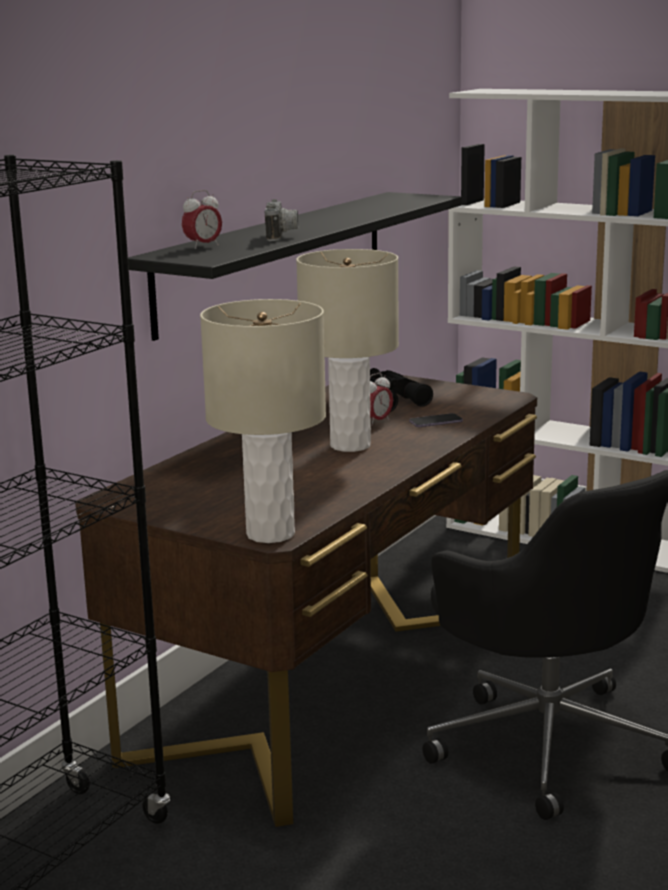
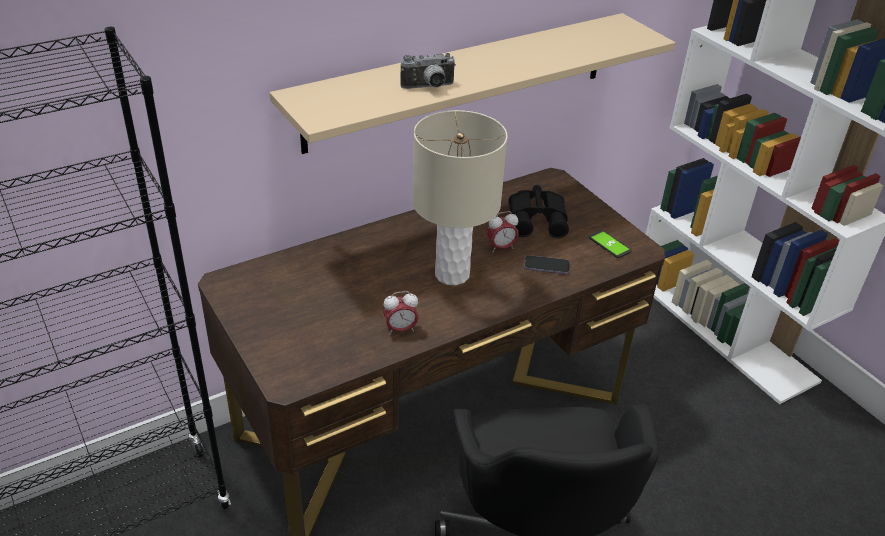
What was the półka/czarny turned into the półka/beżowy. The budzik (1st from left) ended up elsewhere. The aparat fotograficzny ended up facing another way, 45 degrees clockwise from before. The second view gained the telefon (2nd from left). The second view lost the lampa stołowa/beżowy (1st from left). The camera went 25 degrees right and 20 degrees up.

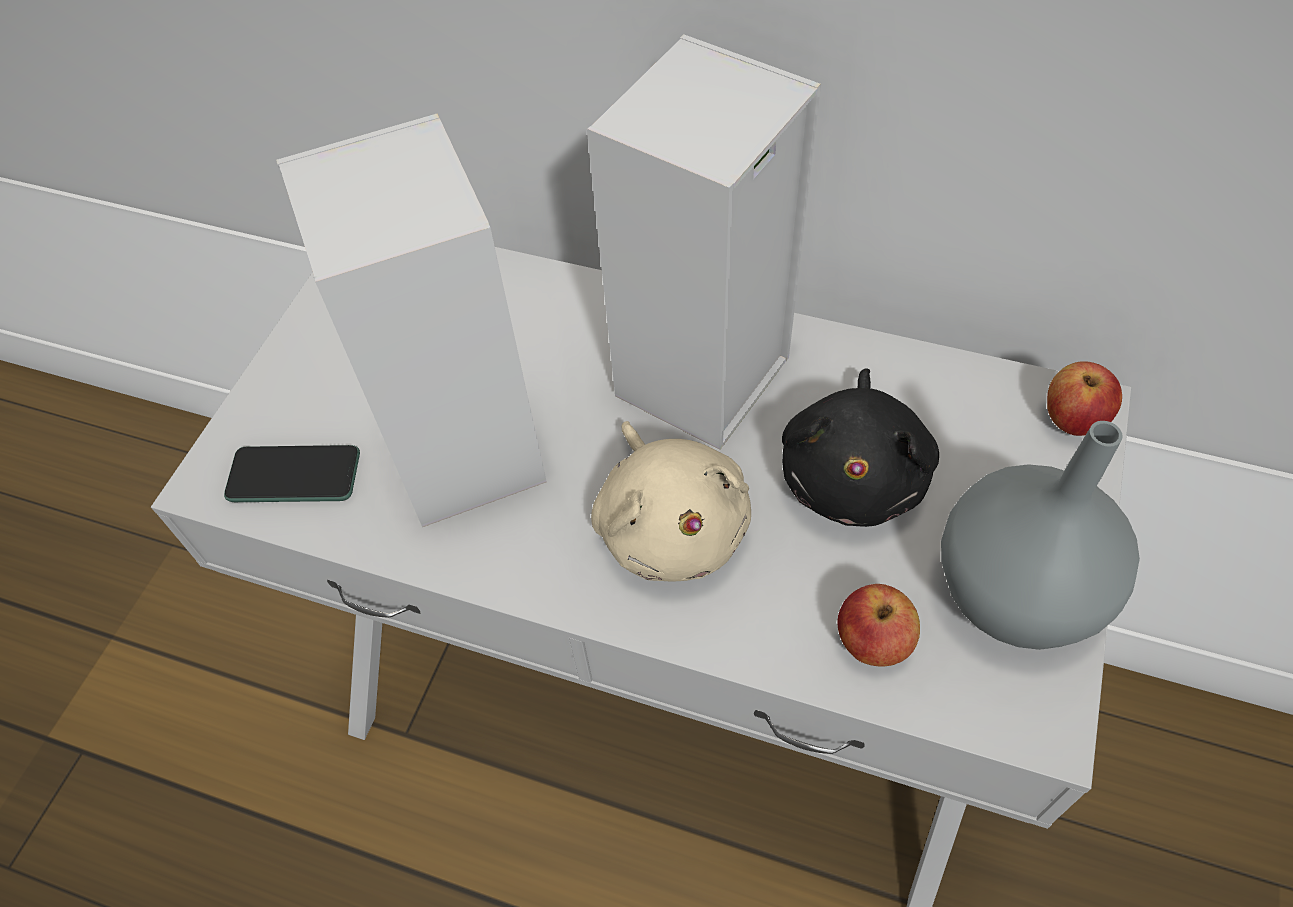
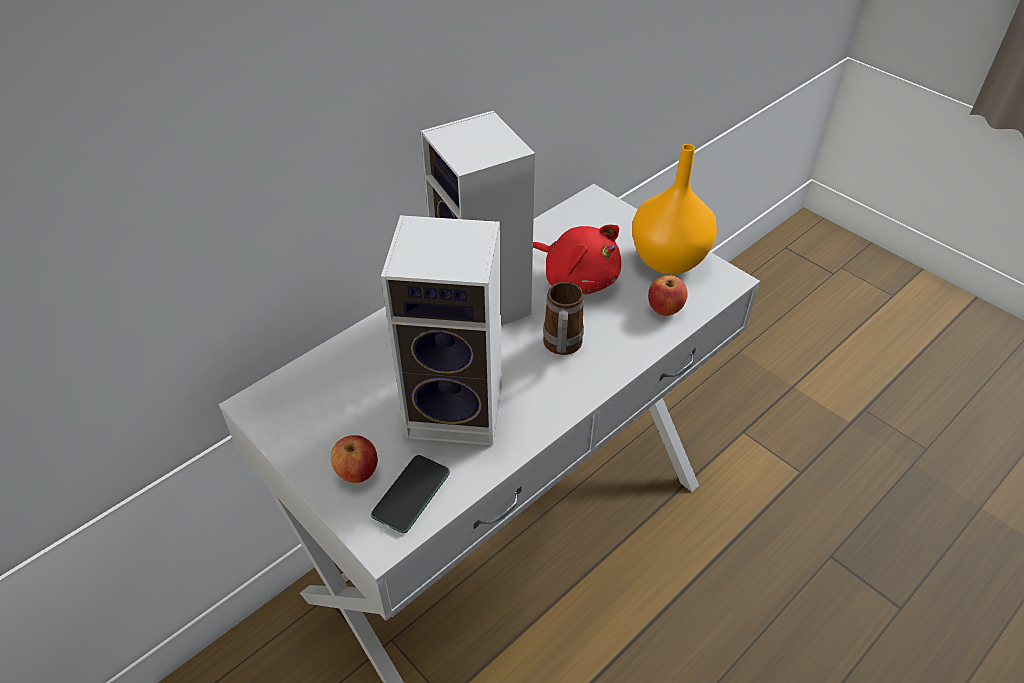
The jabłko (2nd from left in the first image) ended up elsewhere. What was the pluszak/czarny turned into the pluszak/czerwony. Where the pluszak/beżowy stood, the kubek came to stand. What was the wazon/szary turned into the wazon/pomarańczowy. The camera went 65 degrees left and 10 degrees down.

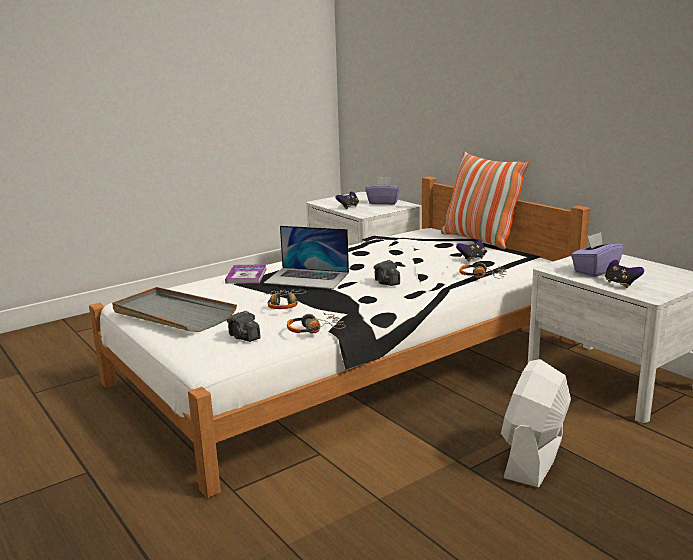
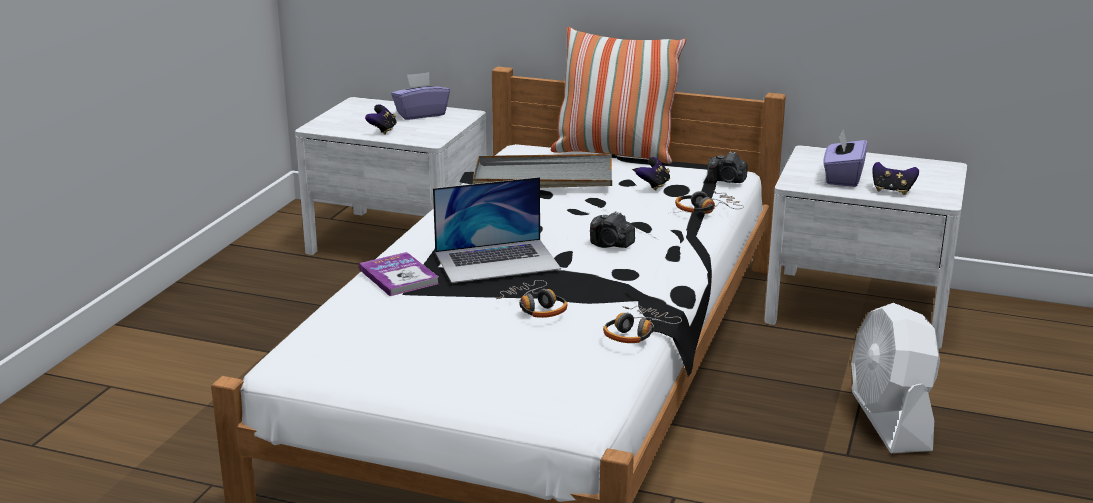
The taca/szary ended up elsewhere. The aparat fotograficzny (1st from left in the first image) ended up elsewhere. The camera went 35 degrees left and 5 degrees up.

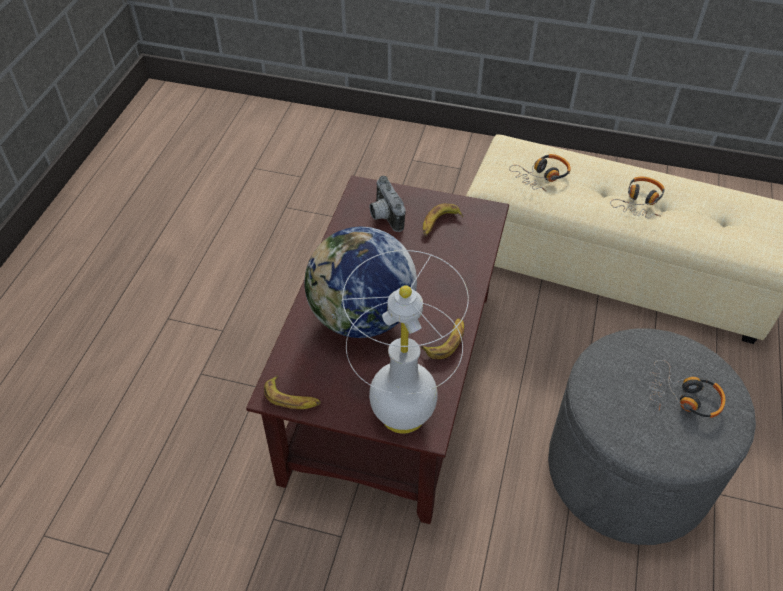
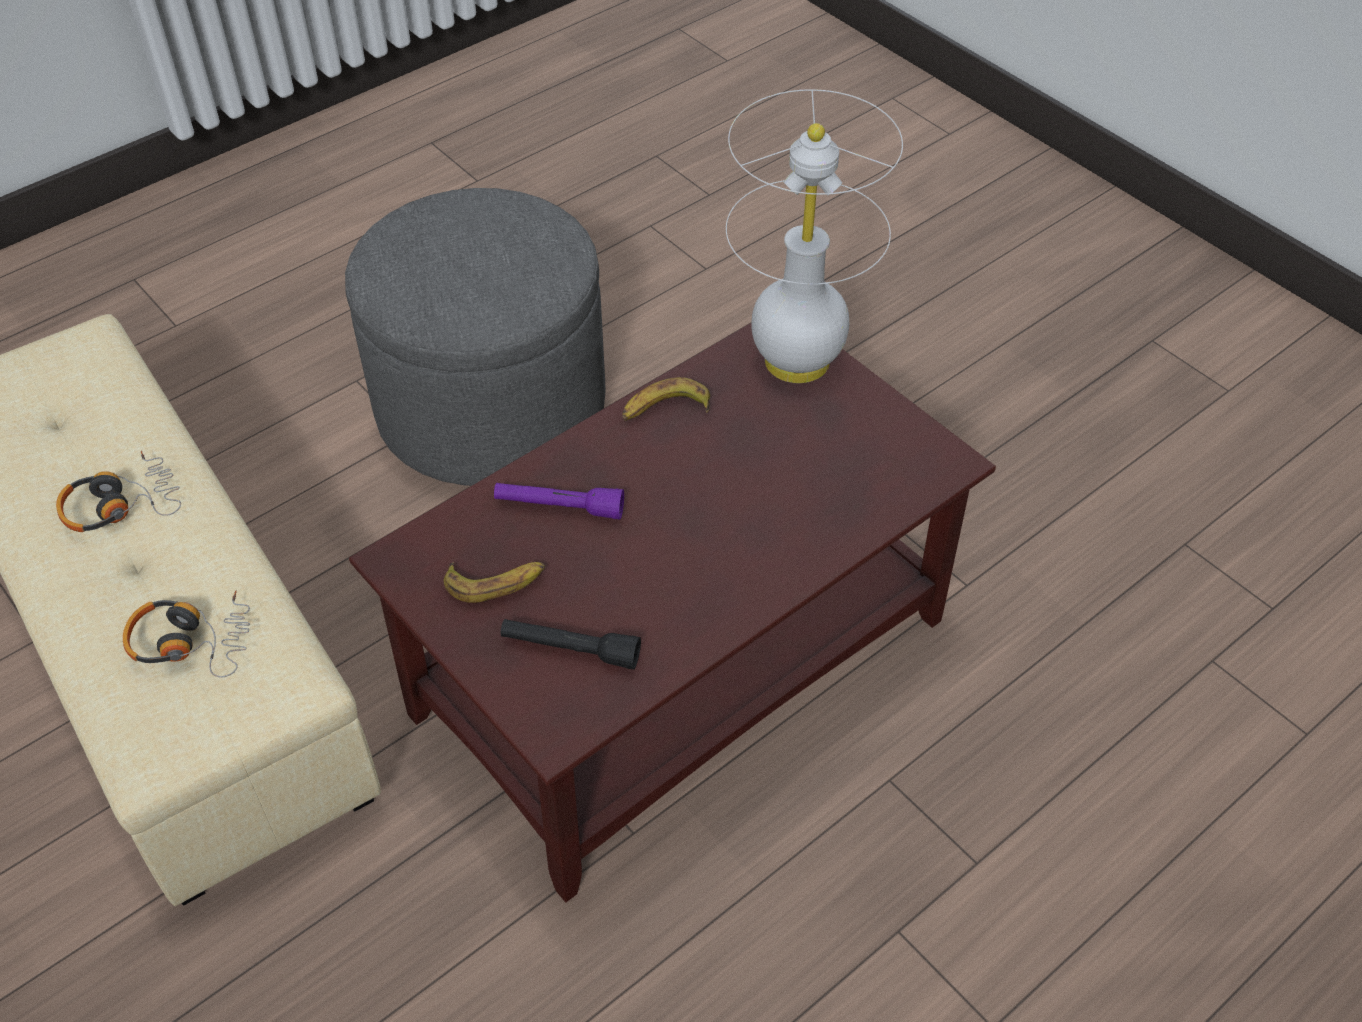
The second view gained the latarka/fioletowy. Where the aparat fotograficzny stood, the latarka/czarny came to stand. The second view lost the banan (1st from left). The second view lost the globus. The second view lost the słuchawki (3rd from left). The camera went 145 degrees left and 0 degrees up.

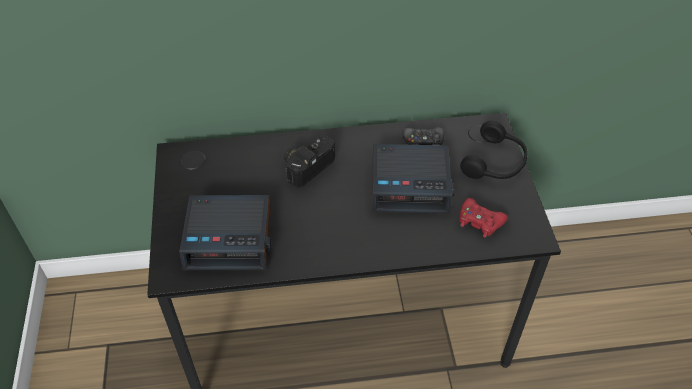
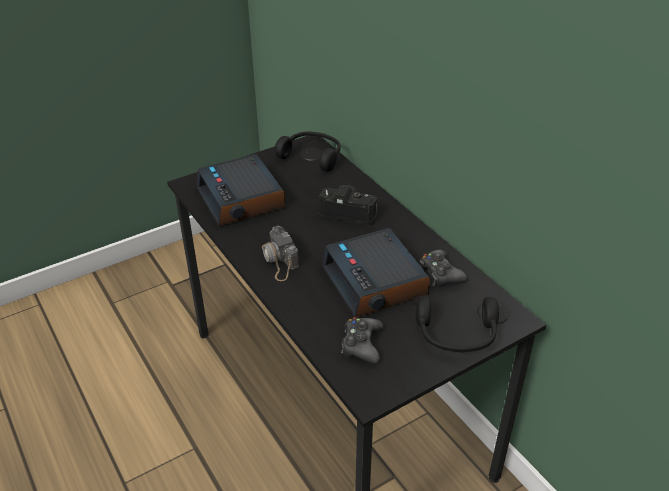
The second view gained the aparat fotograficzny (1st from left). The second view gained the słuchawki/czarny (1st from left). What was the pad do gier/czerwony turned into the pad do gier/czarny (1st from left). The camera went 65 degrees right and 10 degrees down.

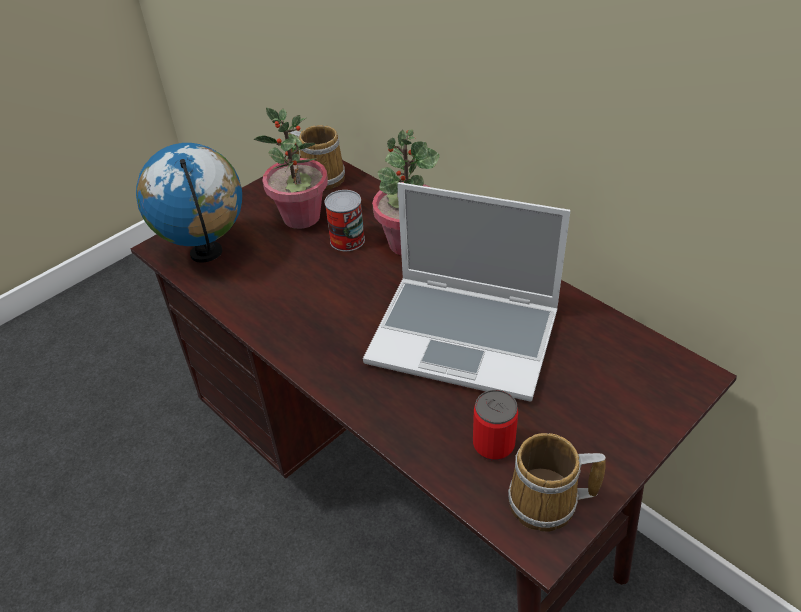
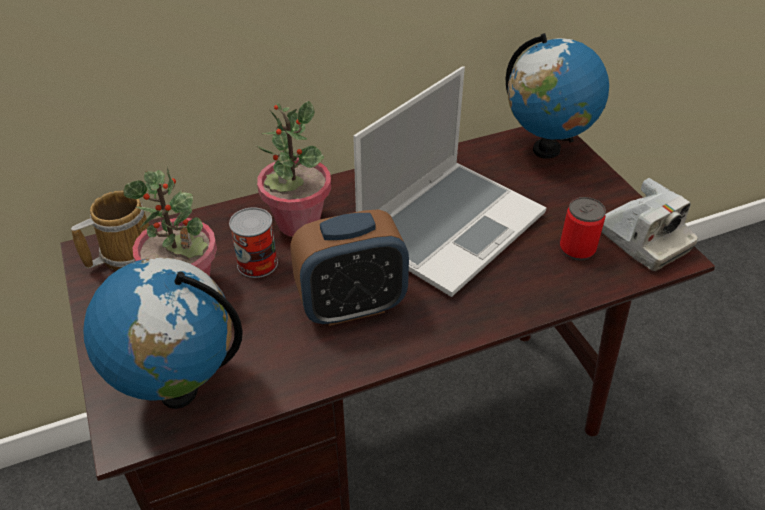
The second view gained the budzik. The second view gained the globus (2nd from left). Where the kubek (2nd from left) stood, the aparat fotograficzny came to stand. The camera went 70 degrees left and 0 degrees up.

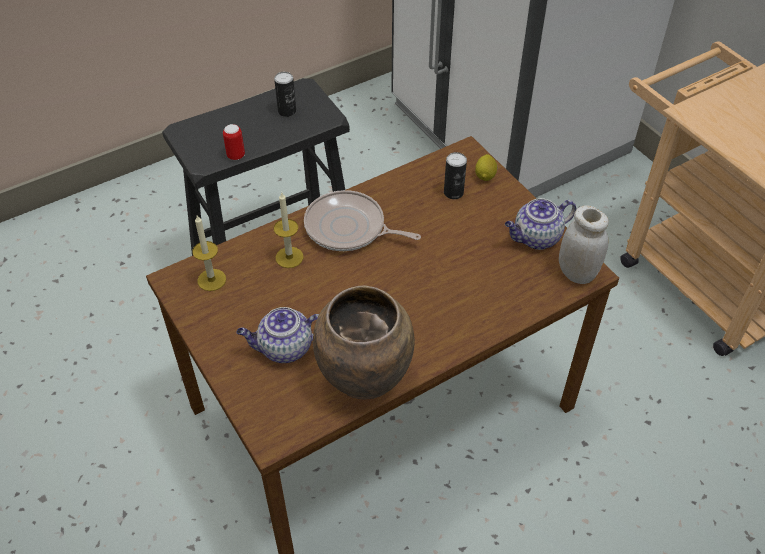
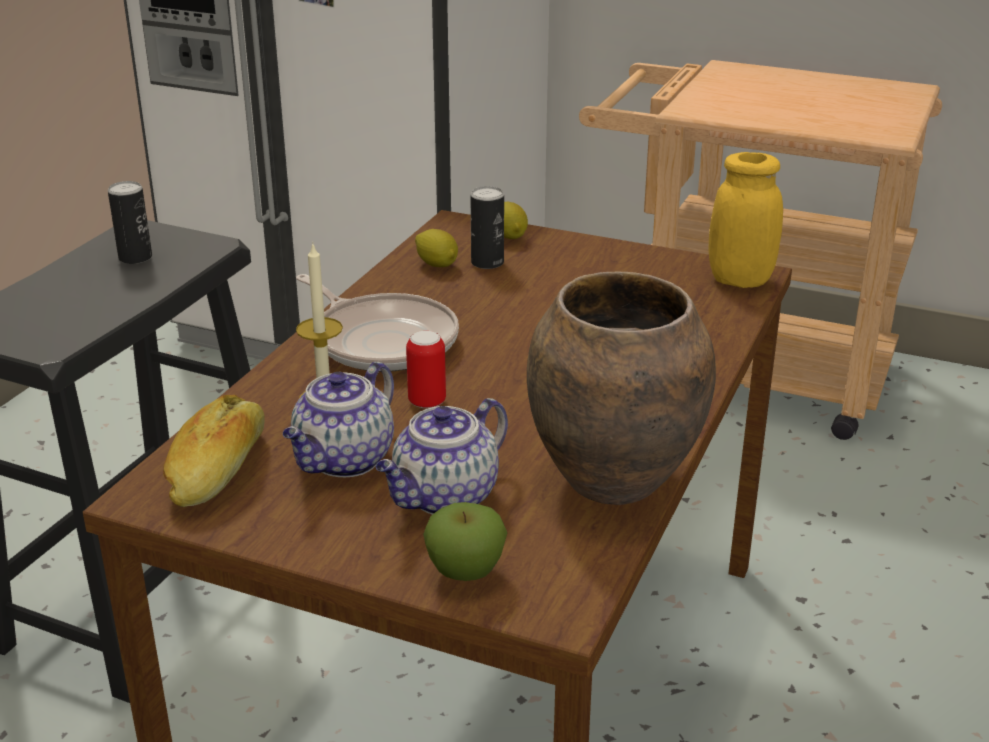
Where the świeca (1st from left) stood, the chleb came to stand. The imbryk (2nd from left in the first image) ended up elsewhere. The patelnia ended up facing another way, 120 degrees counterclockwise from before. The puszka (1st from left in the first image) ended up elsewhere. The second view gained the cytryna (1st from left). The second view gained the jabłko. What was the słoik/biały turned into the słoik/żółty. The camera went 35 degrees left and 20 degrees down.

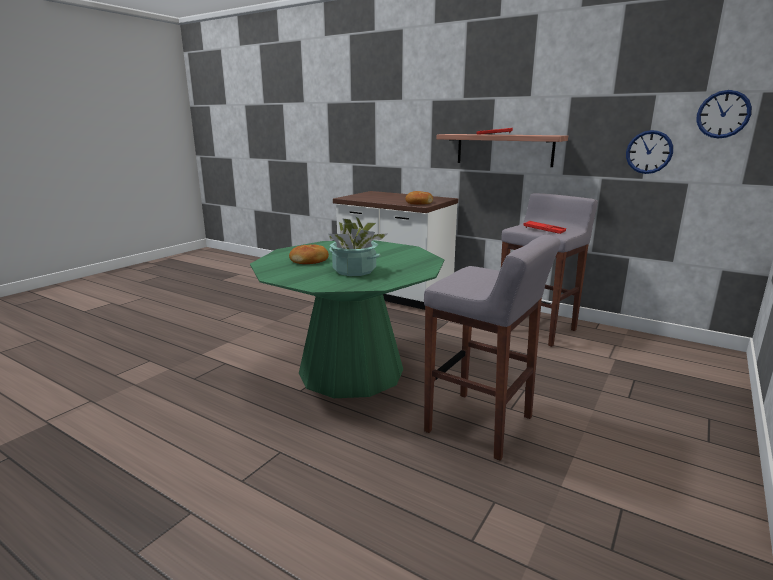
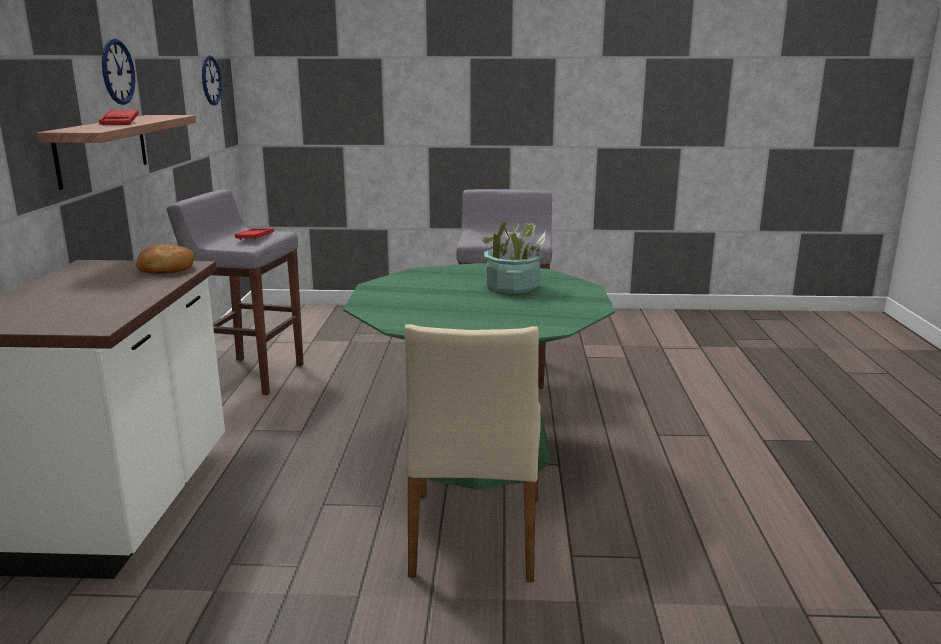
The zegar ścienny (1st from left) ended up elsewhere. The second view gained the krzesło/beżowy. The second view lost the chleb (1st from left). The camera went 120 degrees left and 0 degrees up.

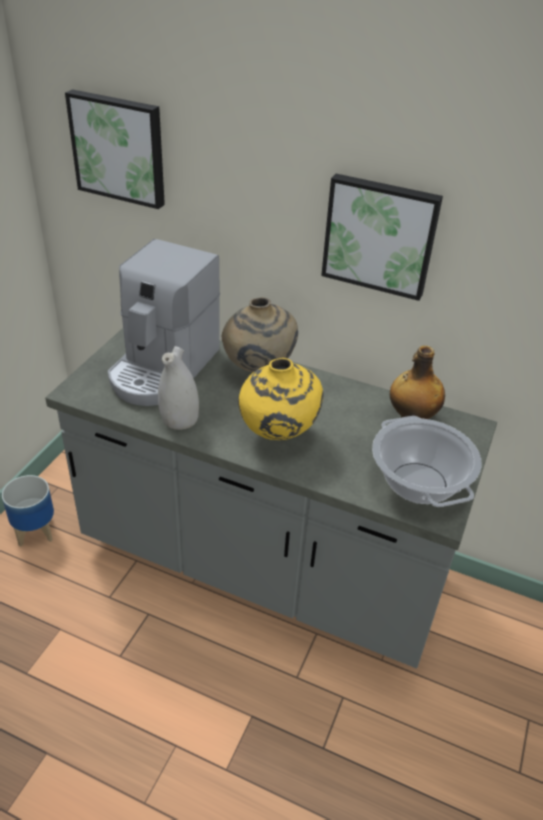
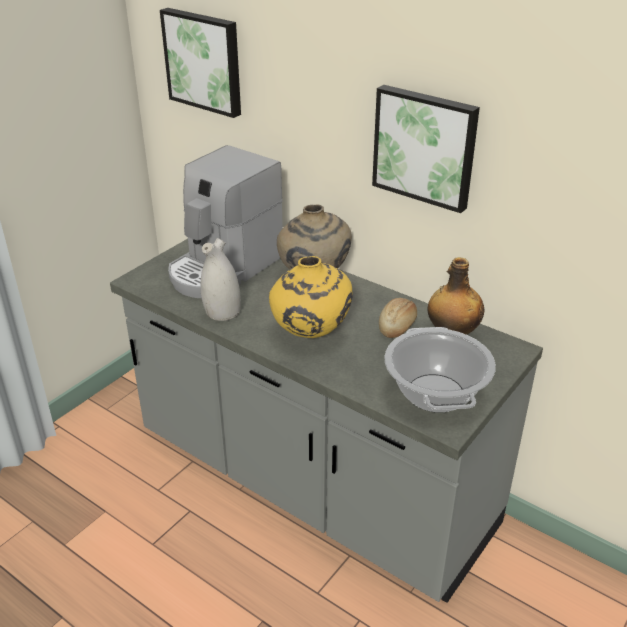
The second view gained the chleb. The second view lost the donica. The camera went 15 degrees right and 5 degrees down.

